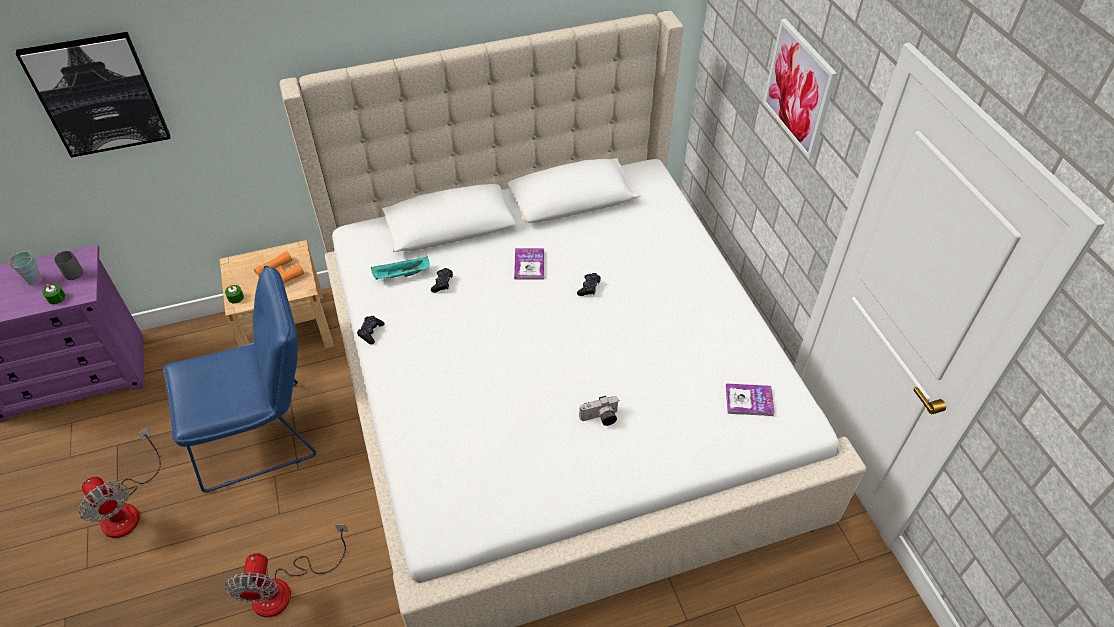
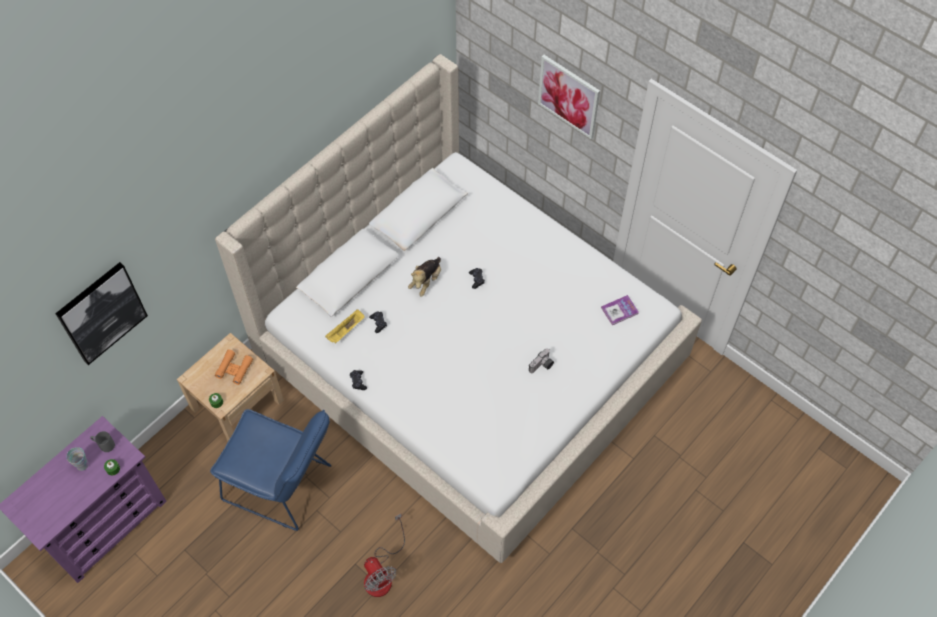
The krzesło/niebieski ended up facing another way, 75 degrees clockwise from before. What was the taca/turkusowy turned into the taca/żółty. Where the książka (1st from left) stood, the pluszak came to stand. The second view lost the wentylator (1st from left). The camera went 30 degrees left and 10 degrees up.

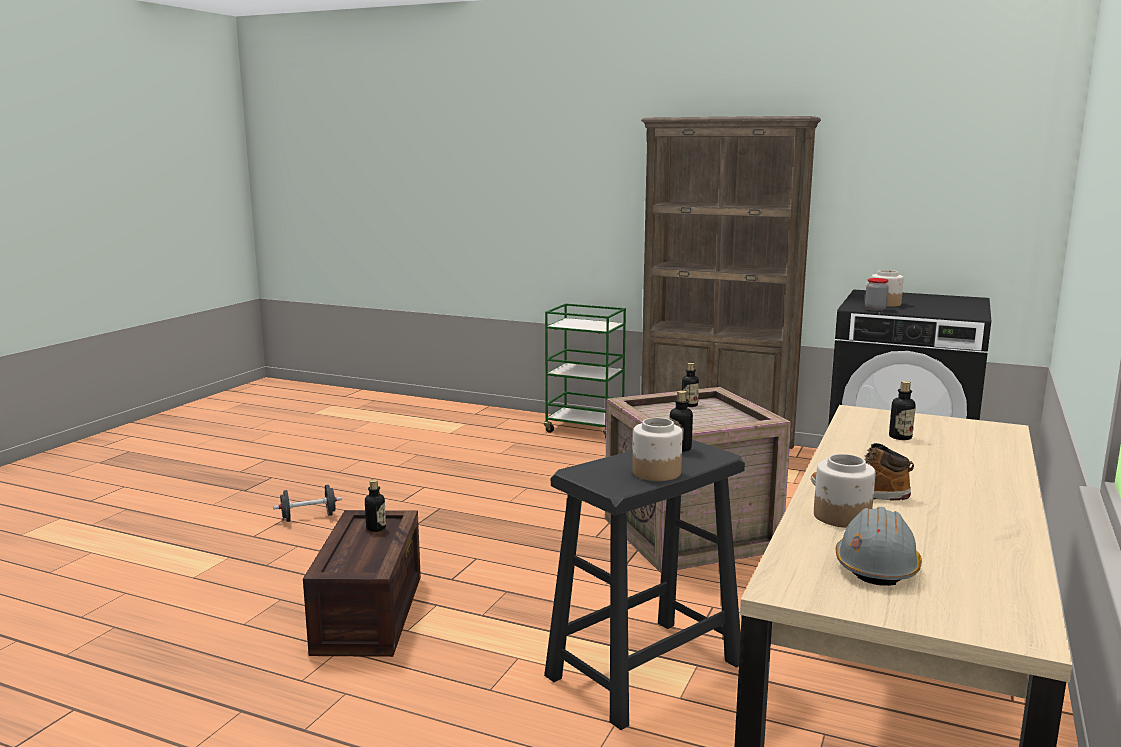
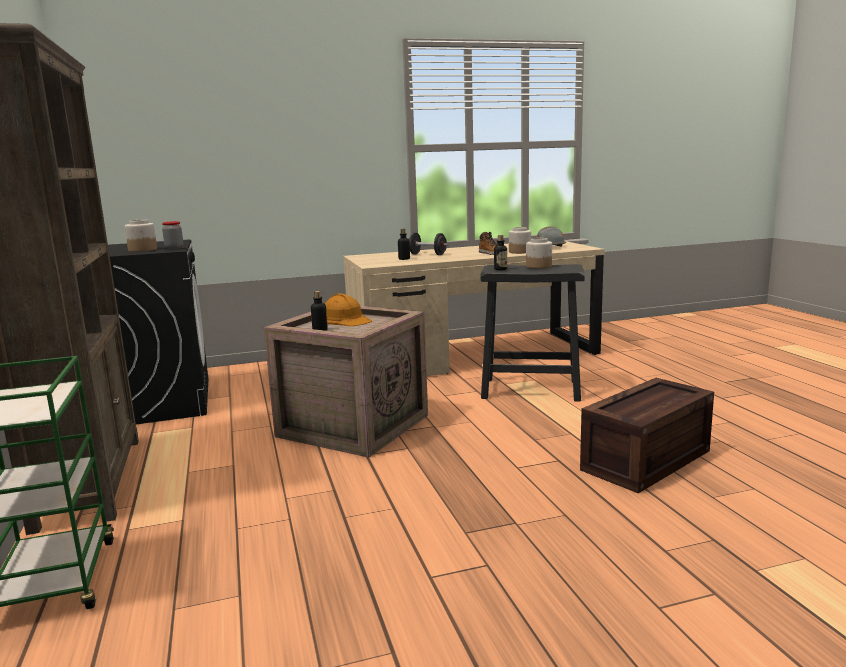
The second view gained the kask/pomarańczowy. The hantel/czarny ended up elsewhere. The second view lost the butelka (1st from left). The camera went 130 degrees left and 0 degrees up.

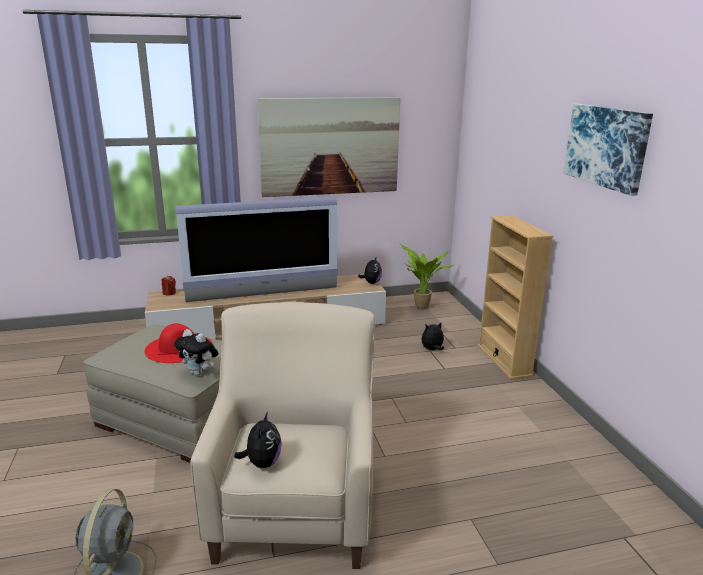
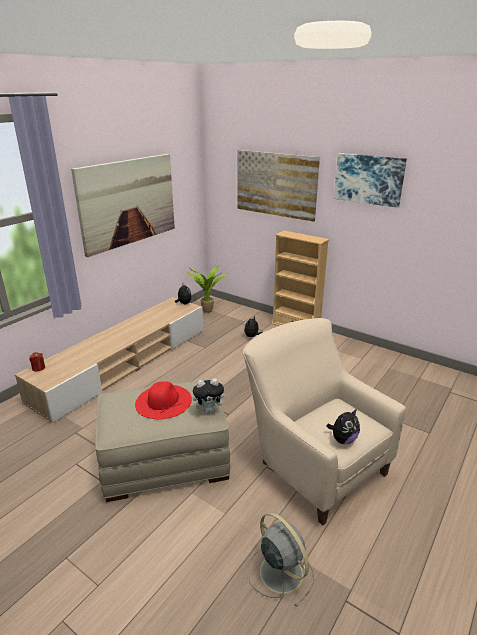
The second view gained the obraz (2nd from left). The pluszak (2nd from left in the first image) ended up facing another way, 90 degrees clockwise from before. The second view lost the telewizor. The camera went 40 degrees left and 5 degrees up.

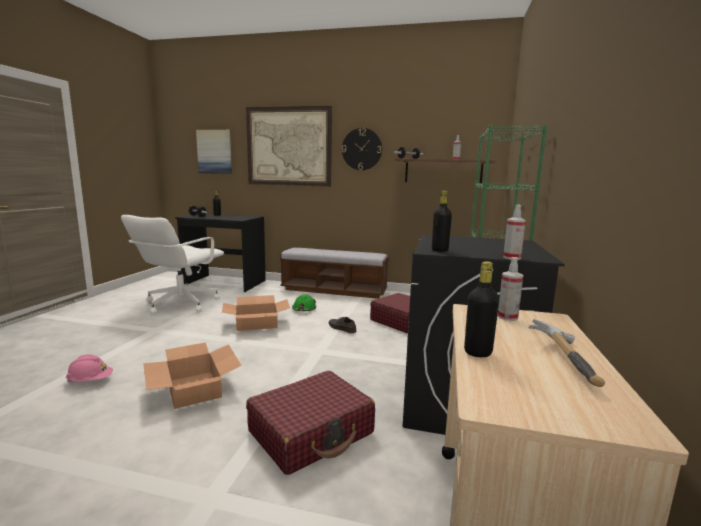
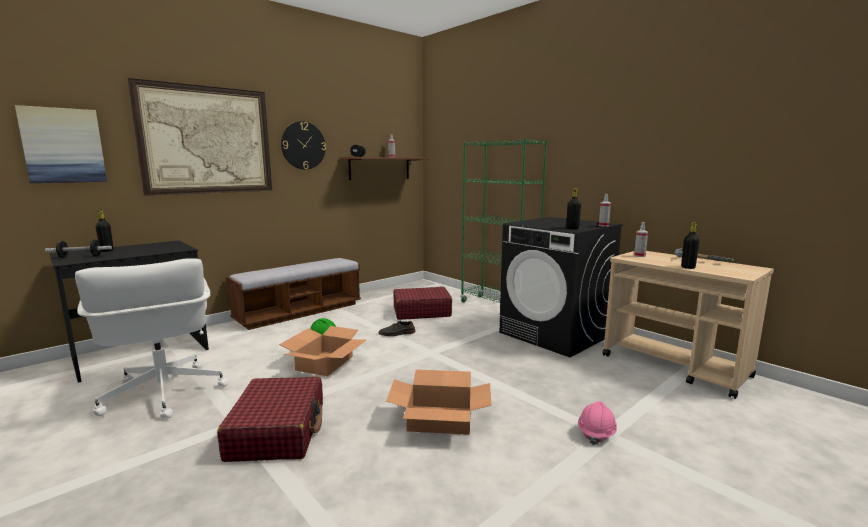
The walizka/czerwony (1st from left) ended up elsewhere. The kask/różowy ended up elsewhere. The camera went 55 degrees left and 0 degrees up.

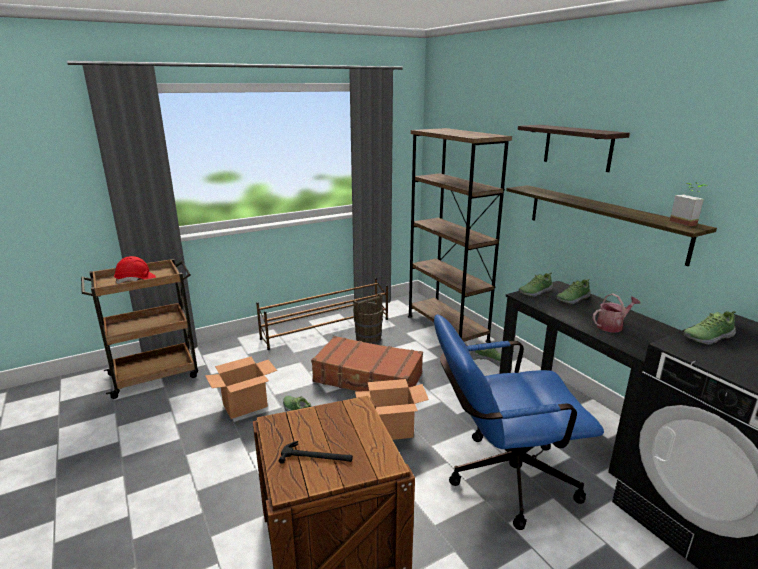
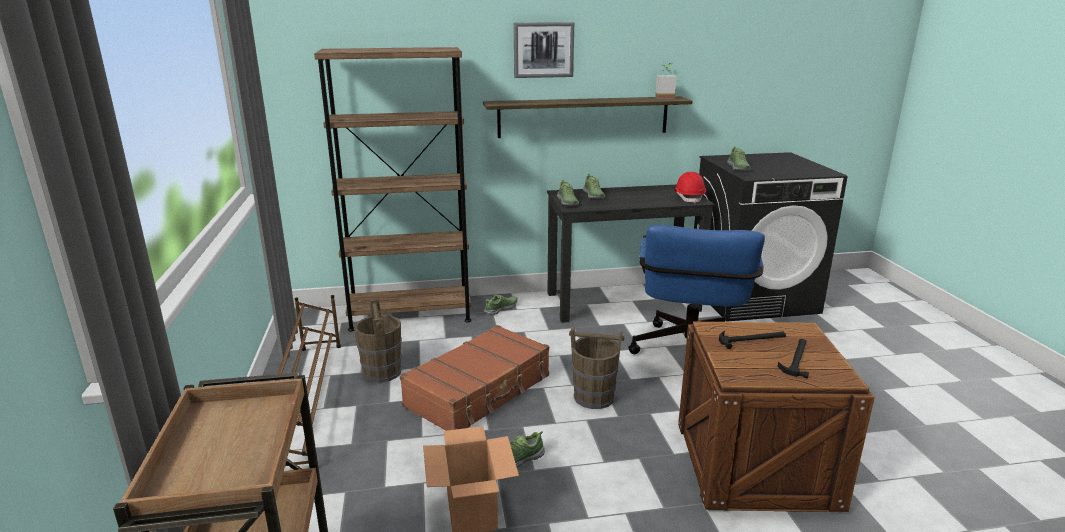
Where the półka (1st from left) hung, the obraz came to hang. Where the karton (2nd from left) stood, the wiadro/brązowy (2nd from left) came to stand. The kask/czerwony ended up elsewhere. The second view gained the młotek (1st from left). The second view lost the konewka. The camera went 70 degrees left and 0 degrees up.

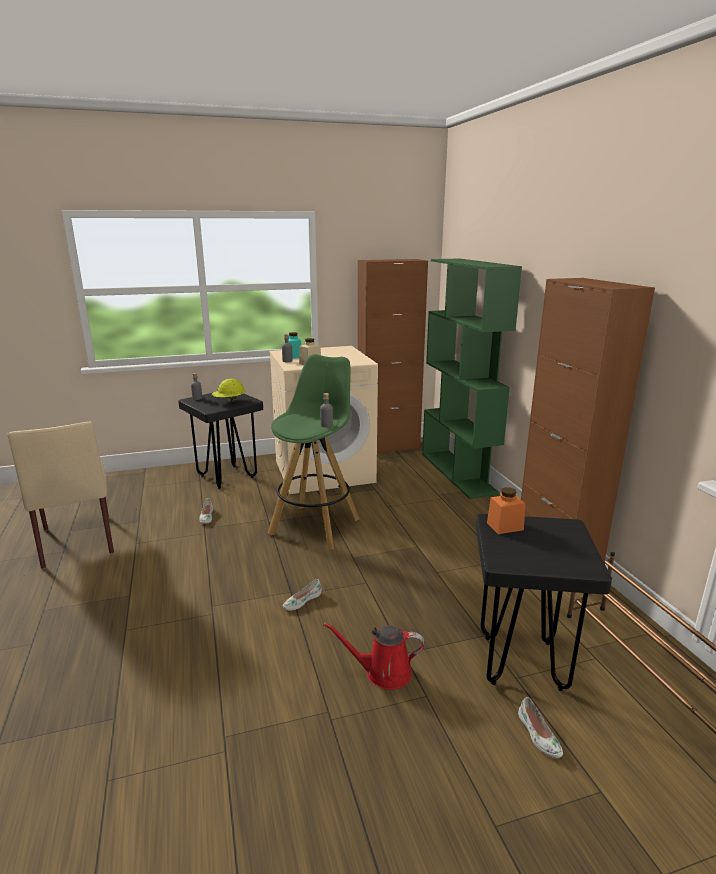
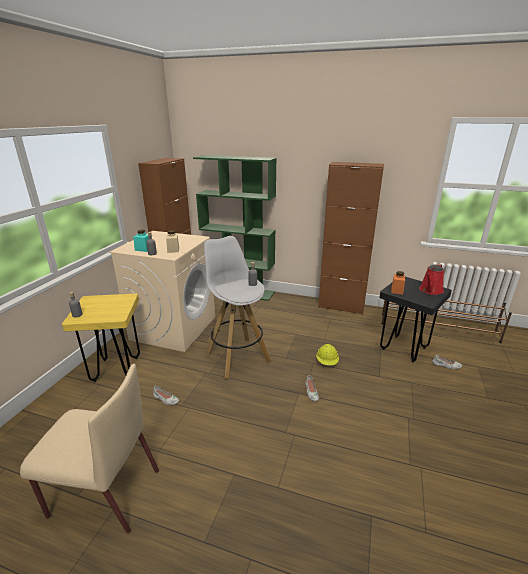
What was the stołek/czarny (1st from left) turned into the stołek/żółty. What was the stołek/zielony turned into the stołek/biały. The kask/żółty ended up elsewhere. The konewka/czerwony ended up elsewhere. The camera went 55 degrees left and 5 degrees up.

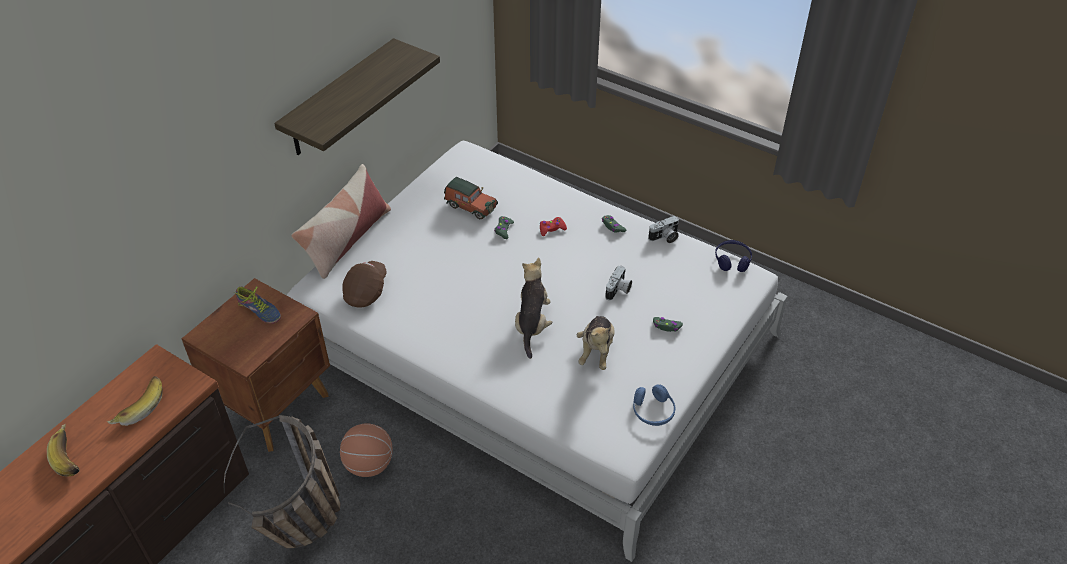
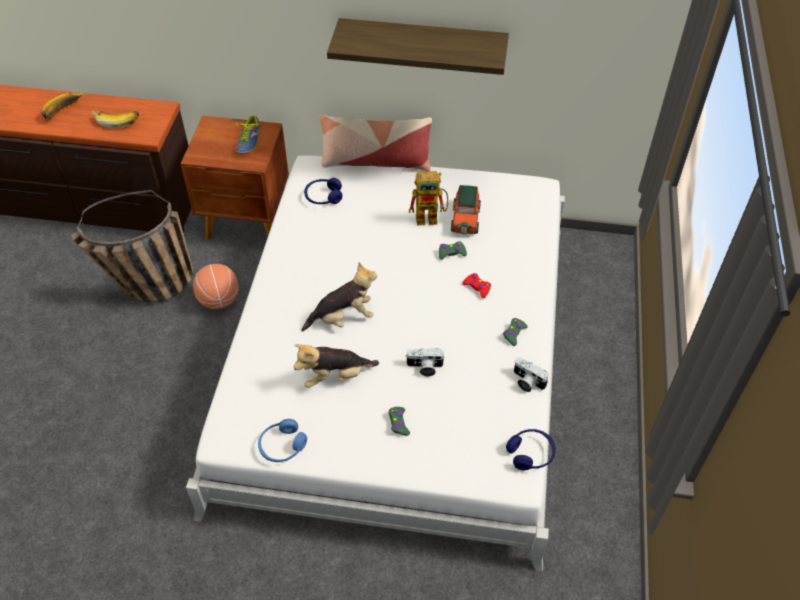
Where the czapka z daszkiem/brązowy stood, the słuchawki/niebieski (2nd from left) came to stand. The second view gained the robot zabawkowy. The camera went 65 degrees right and 5 degrees up.

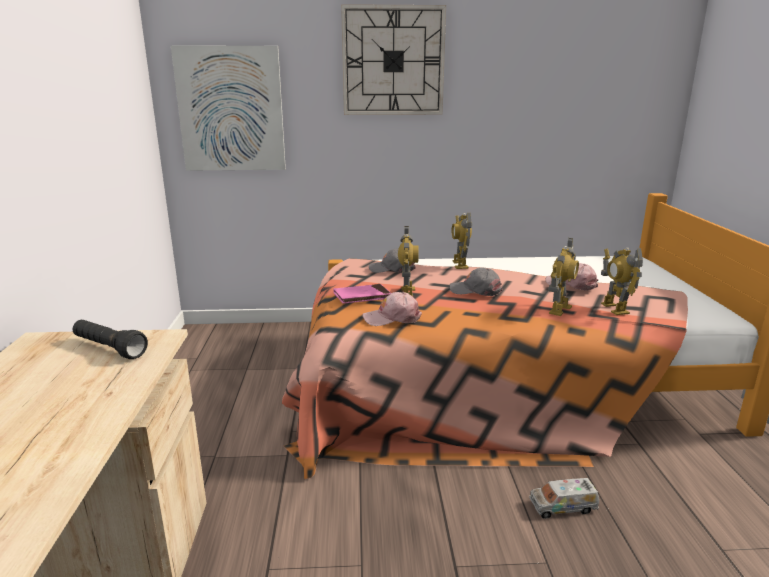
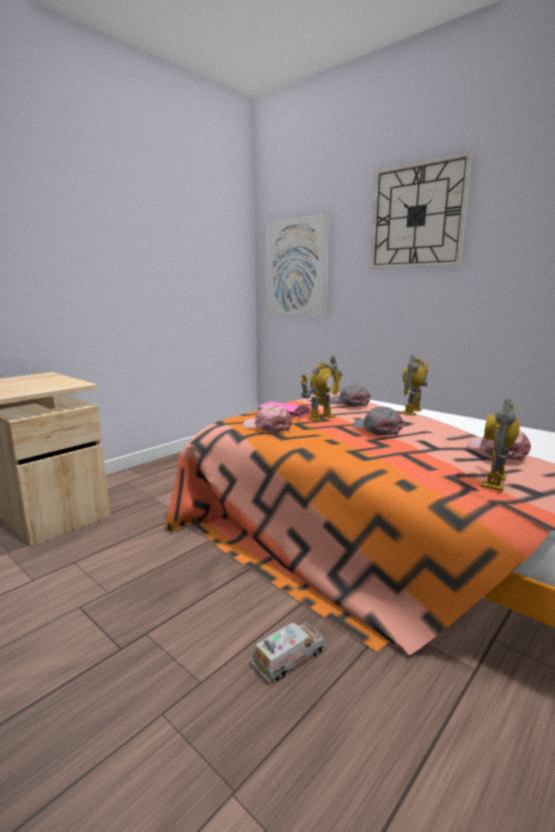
The ciężarówka zabawkowa ended up facing another way, 105 degrees clockwise from before. The second view lost the latarka/czarny. The second view lost the robot zabawkowy (3rd from left). The camera went 45 degrees right and 5 degrees down.

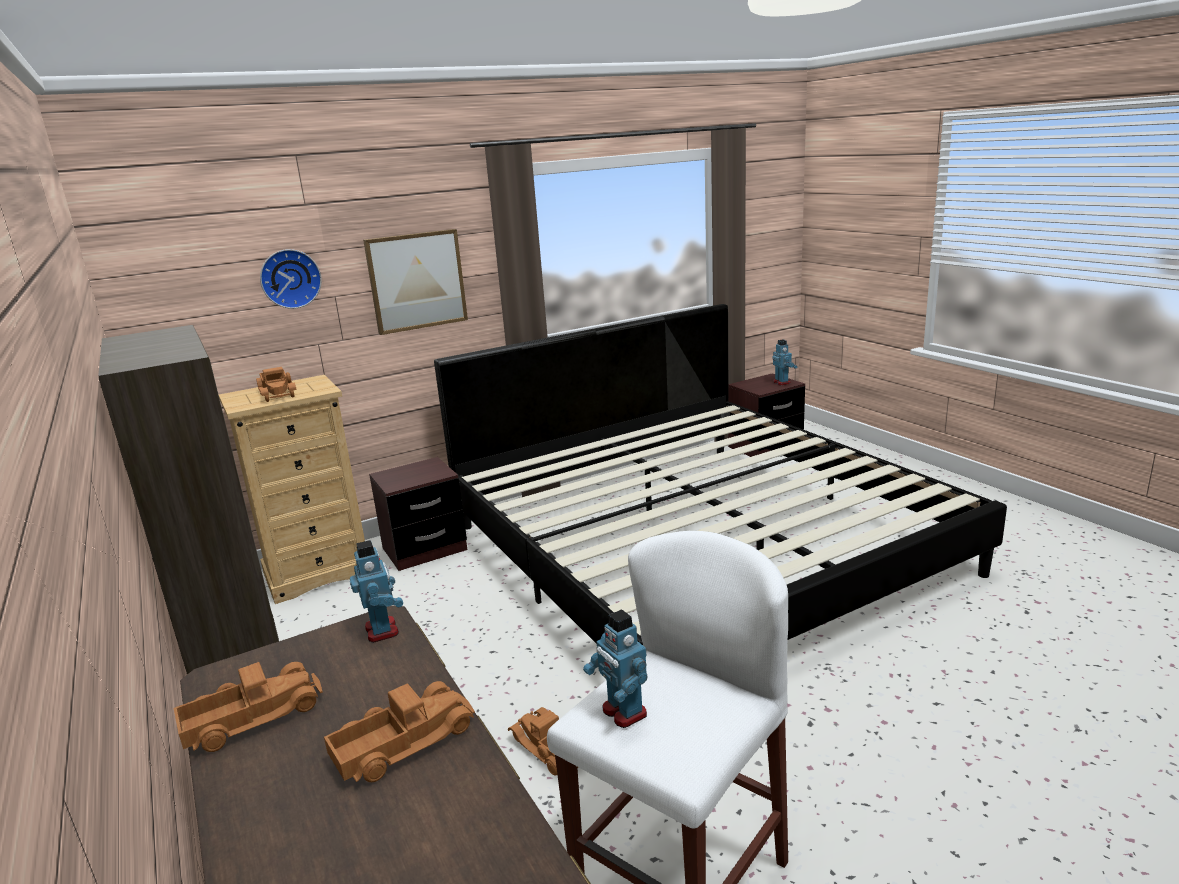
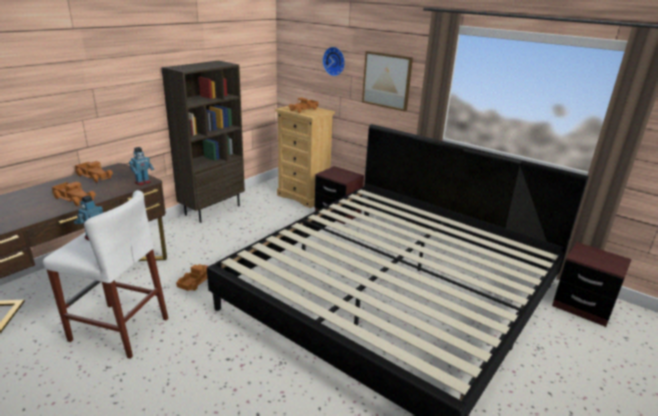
The second view lost the robot zabawkowy (3rd from left). The camera went 65 degrees right and 5 degrees up.

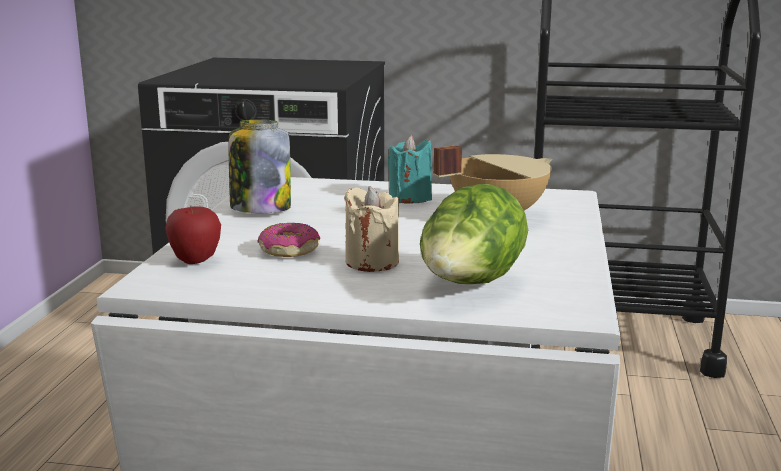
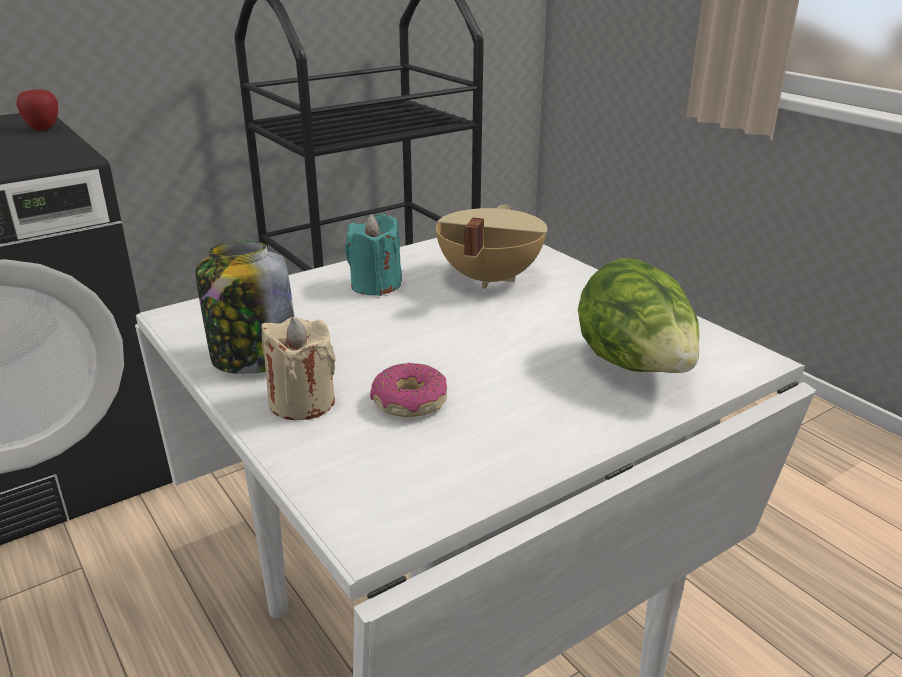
The jabłko ended up elsewhere. The świeca/beżowy ended up elsewhere. The camera went 45 degrees left and 10 degrees up.

